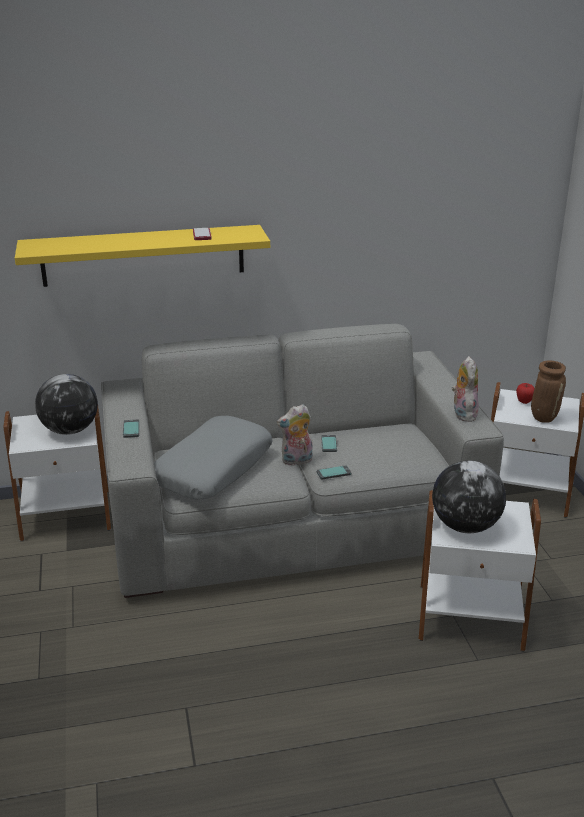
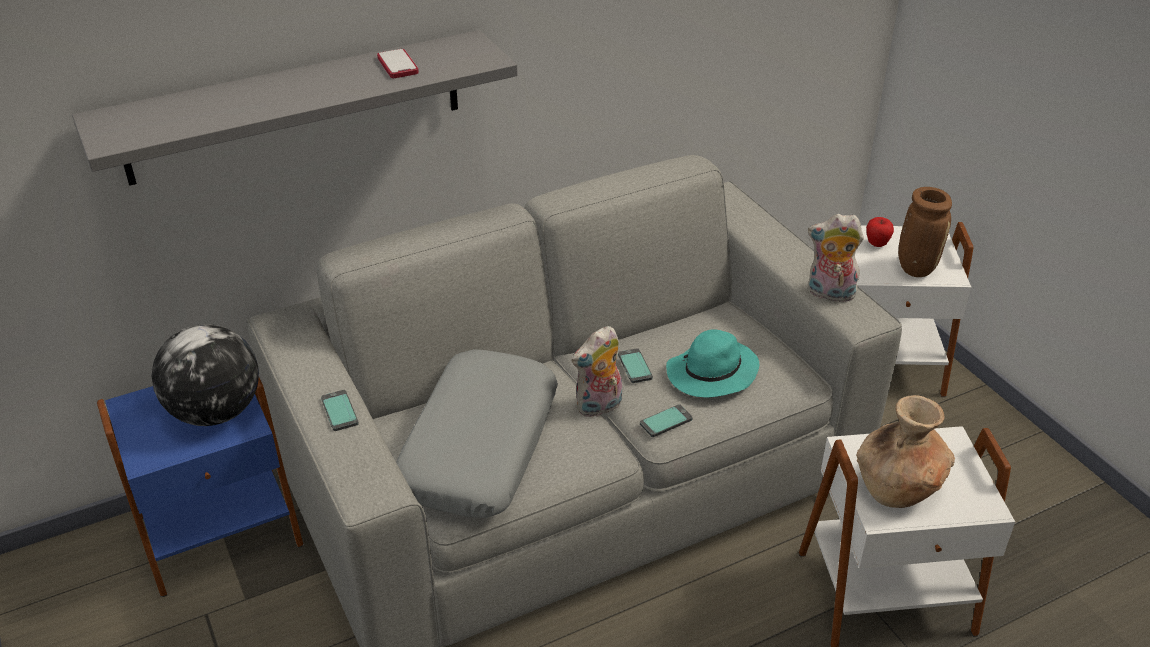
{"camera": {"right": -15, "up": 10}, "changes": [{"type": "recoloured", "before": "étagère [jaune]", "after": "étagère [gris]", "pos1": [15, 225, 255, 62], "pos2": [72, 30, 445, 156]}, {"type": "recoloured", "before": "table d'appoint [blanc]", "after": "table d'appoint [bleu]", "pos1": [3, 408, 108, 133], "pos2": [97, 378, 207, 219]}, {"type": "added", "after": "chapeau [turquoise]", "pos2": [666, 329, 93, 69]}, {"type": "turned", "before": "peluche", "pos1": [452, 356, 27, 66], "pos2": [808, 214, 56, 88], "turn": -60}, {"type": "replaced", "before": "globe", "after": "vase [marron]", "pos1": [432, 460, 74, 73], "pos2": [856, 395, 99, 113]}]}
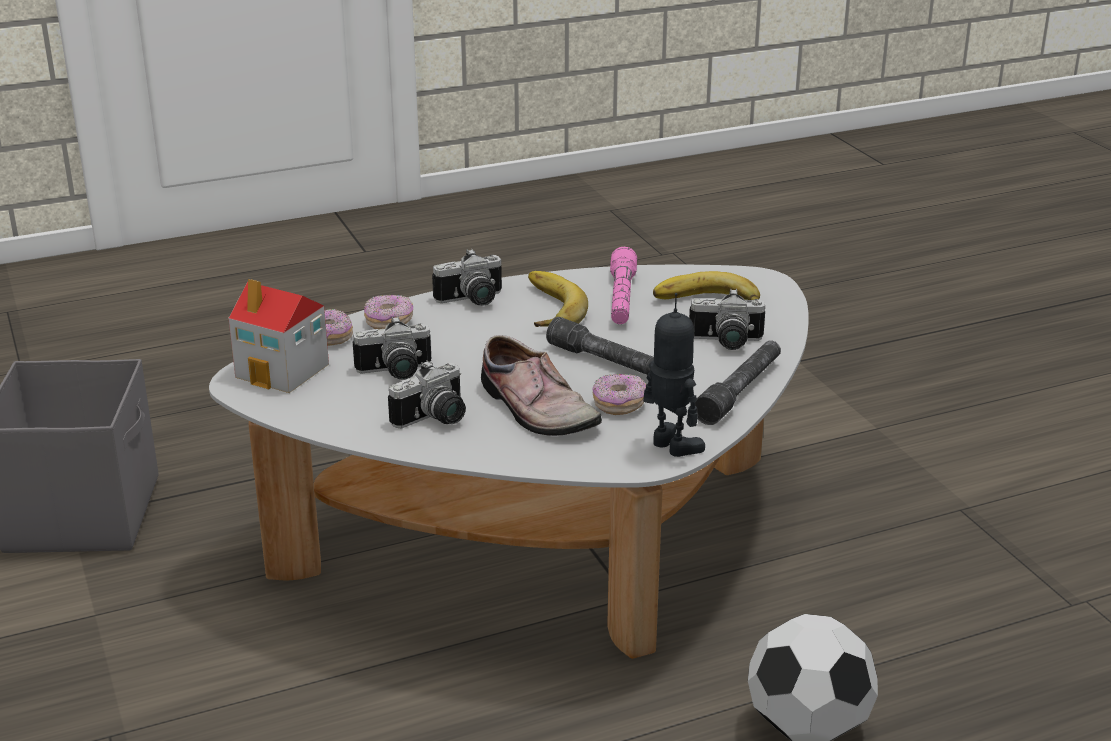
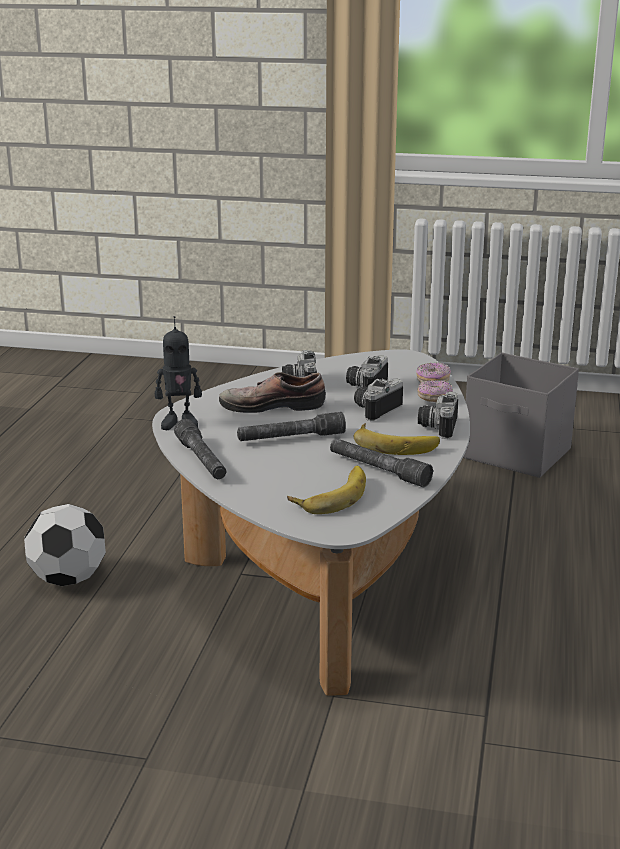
{"camera": {"right": 125, "up": -5}, "changes": [{"type": "recoloured", "before": "lampe de poche [rose]", "after": "lampe de poche [gris]", "pos1": [610, 247, 27, 77], "pos2": [330, 438, 103, 49]}, {"type": "moved", "before": "appareil photo", "pos1": [689, 289, 76, 61], "pos2": [354, 378, 49, 43]}, {"type": "removed", "before": "maison miniature", "pos1": [228, 279, 101, 114]}, {"type": "removed", "before": "beignet", "pos1": [593, 374, 53, 41]}]}
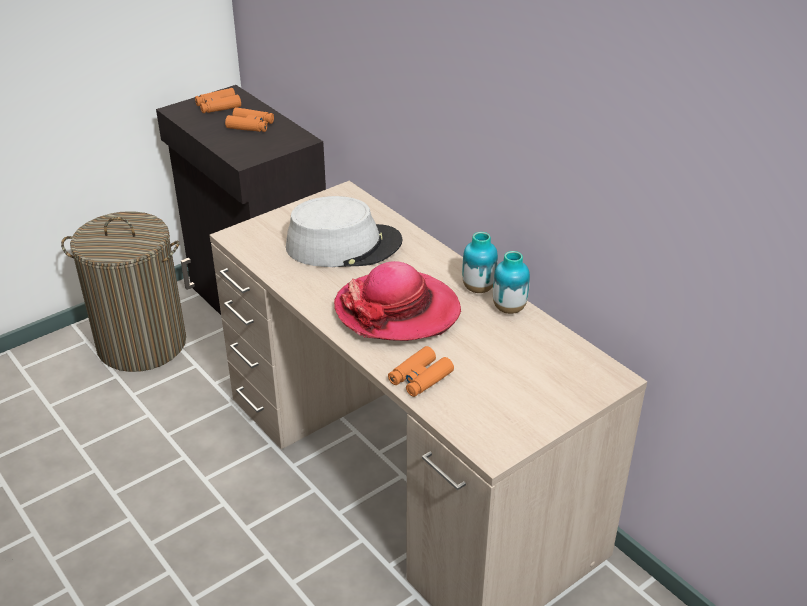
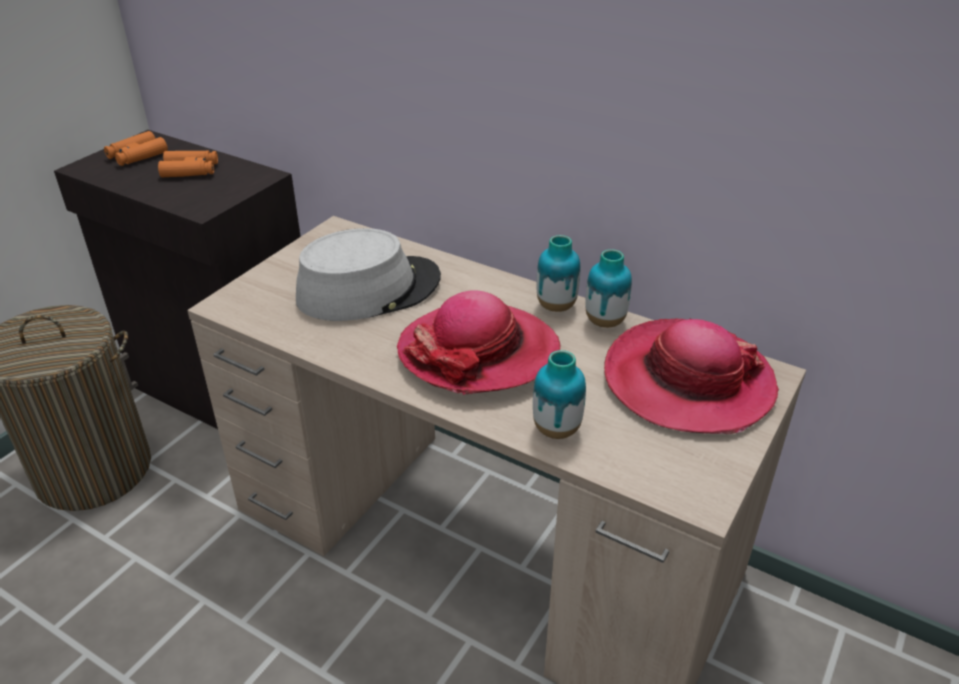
{"camera": {"right": -20, "up": 0}, "changes": [{"type": "replaced", "before": "jumelles [orange]", "after": "vase", "pos1": [388, 346, 66, 51], "pos2": [533, 350, 53, 89]}, {"type": "added", "after": "chapeau", "pos2": [604, 319, 175, 115]}]}
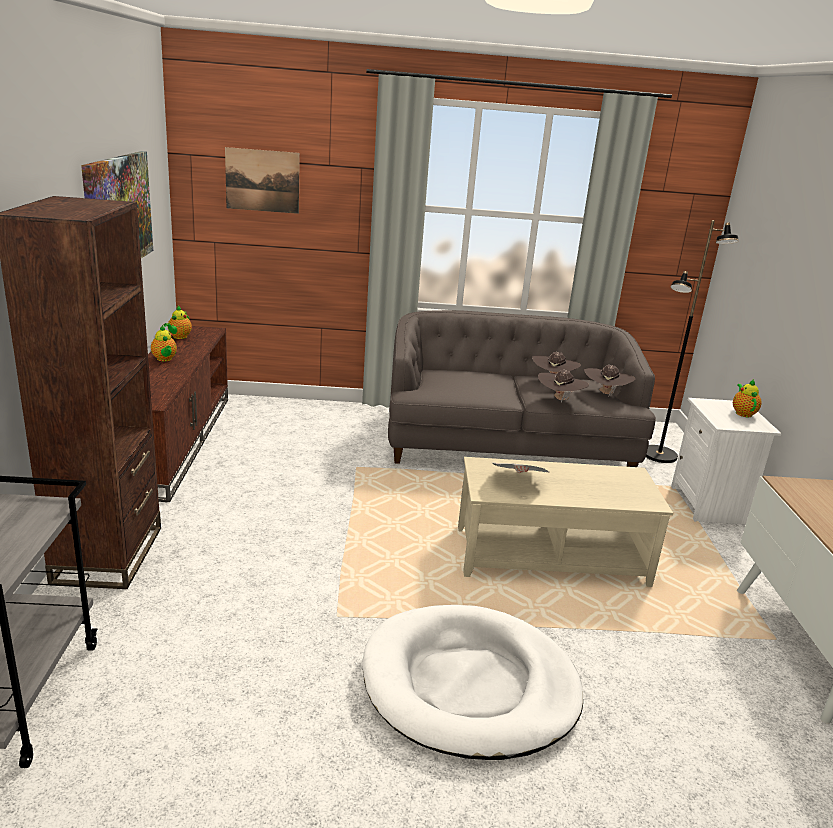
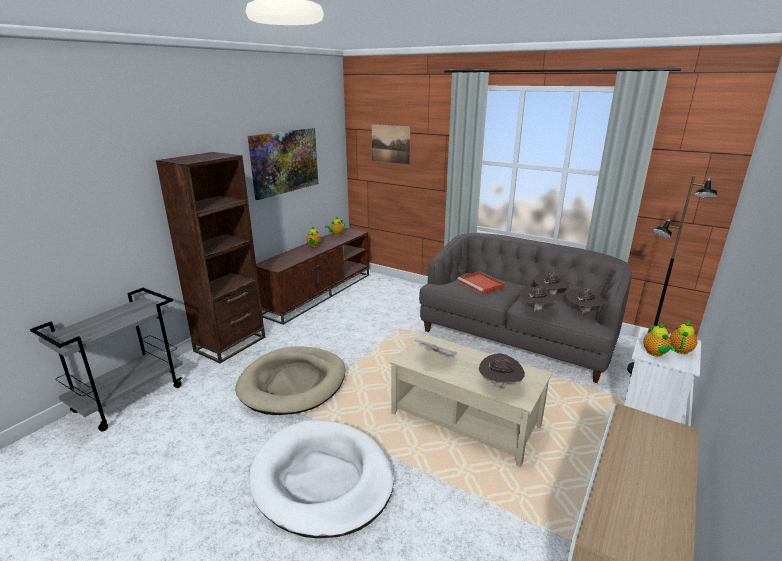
{"camera": {"right": 35, "up": 0}, "changes": [{"type": "added", "after": "panier pour chien [beige]", "pos2": [235, 346, 110, 69]}, {"type": "added", "after": "plateau [rouge]", "pos2": [457, 271, 48, 24]}, {"type": "added", "after": "chapeau [marron]", "pos2": [479, 353, 46, 35]}, {"type": "added", "after": "théière", "pos2": [643, 323, 33, 34]}]}
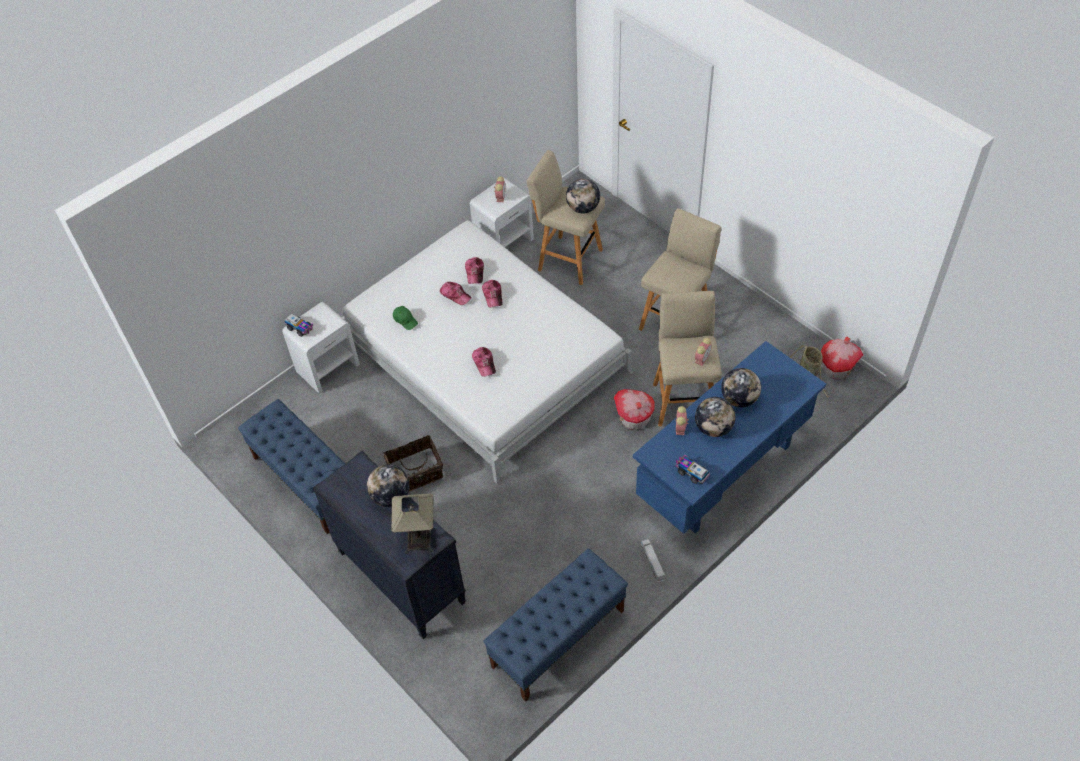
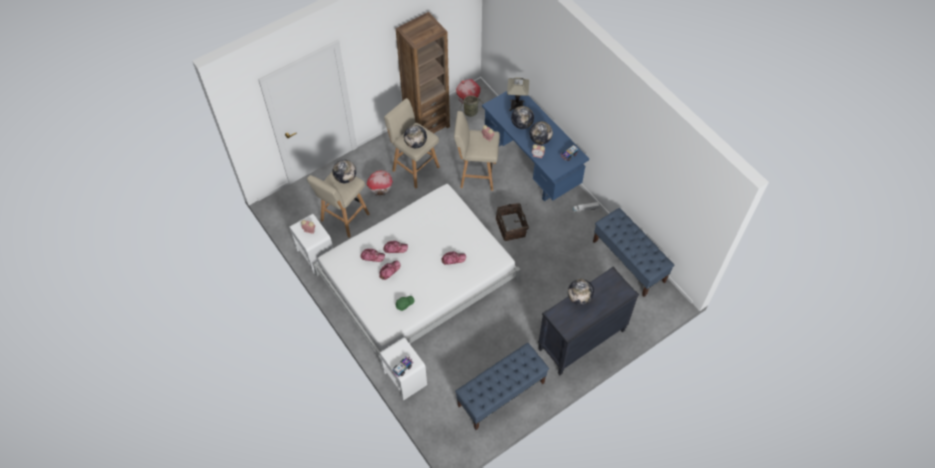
{"camera": {"right": -85, "up": 5}, "changes": [{"type": "moved", "before": "maison miniature", "pos1": [614, 389, 41, 41], "pos2": [367, 171, 26, 25]}, {"type": "added", "after": "bibliothèque [marron]", "pos2": [396, 12, 54, 121]}, {"type": "added", "after": "globe", "pos2": [404, 125, 23, 23]}, {"type": "moved", "before": "panier", "pos1": [384, 435, 59, 56], "pos2": [496, 203, 33, 38]}, {"type": "moved", "before": "lampe de table", "pos1": [391, 493, 42, 61], "pos2": [507, 78, 22, 33]}]}
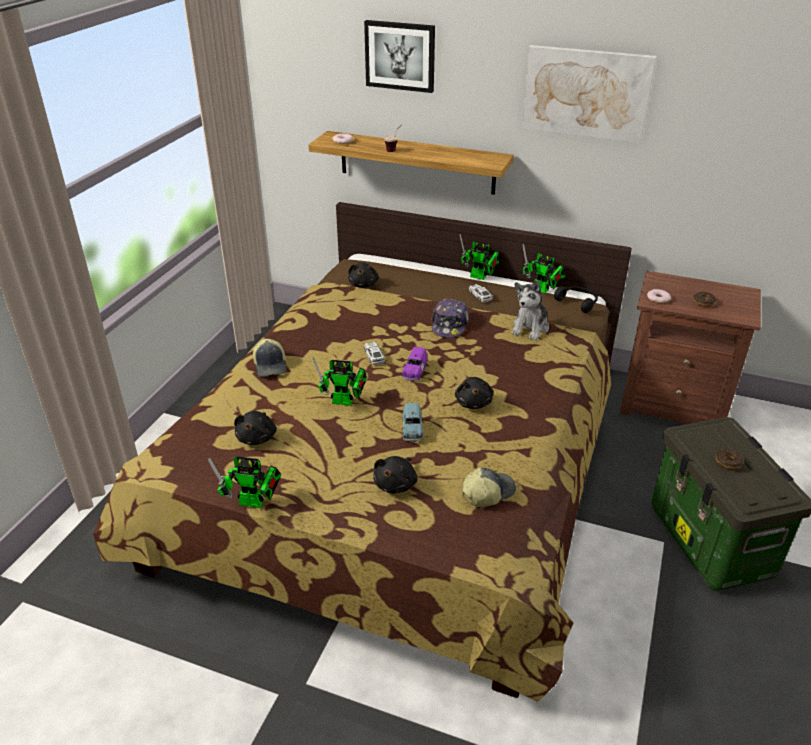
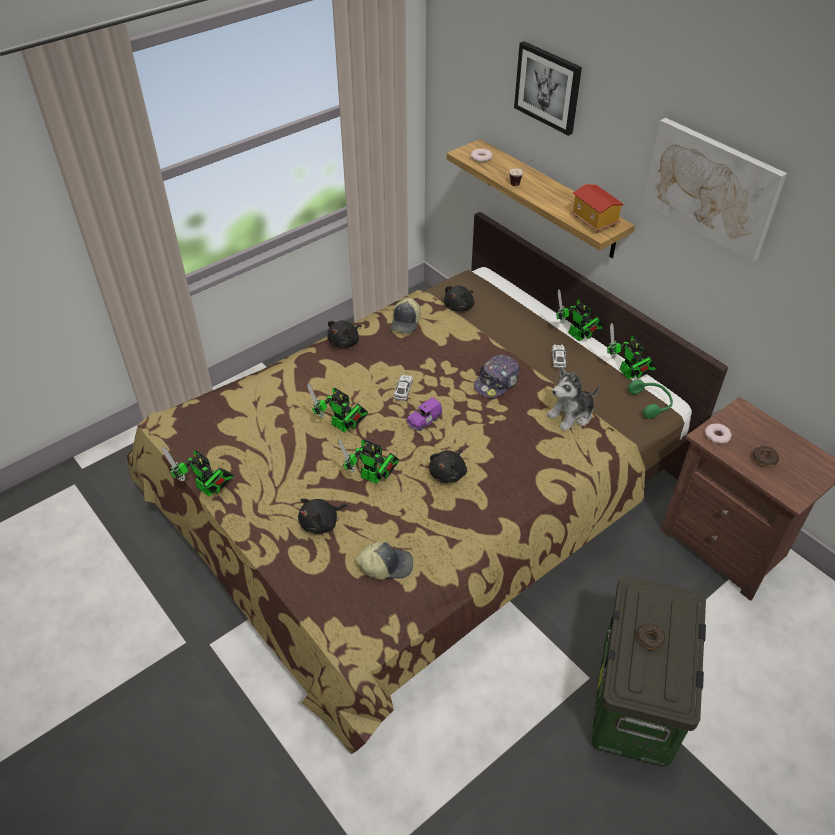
{"camera": {"right": 30, "up": 10}, "changes": [{"type": "moved", "before": "peluche [noir]", "pos1": [234, 411, 43, 34], "pos2": [327, 320, 34, 28]}, {"type": "replaced", "before": "petite voiture [bleu]", "after": "robot jouet", "pos1": [402, 403, 22, 39], "pos2": [338, 439, 62, 45]}, {"type": "moved", "before": "casquette", "pos1": [253, 339, 33, 38], "pos2": [390, 298, 31, 36]}, {"type": "added", "after": "maison miniature", "pos2": [571, 184, 53, 49]}, {"type": "recoloured", "before": "casque audio [noir]", "after": "casque audio [vert]", "pos1": [554, 286, 44, 27], "pos2": [628, 380, 45, 39]}]}
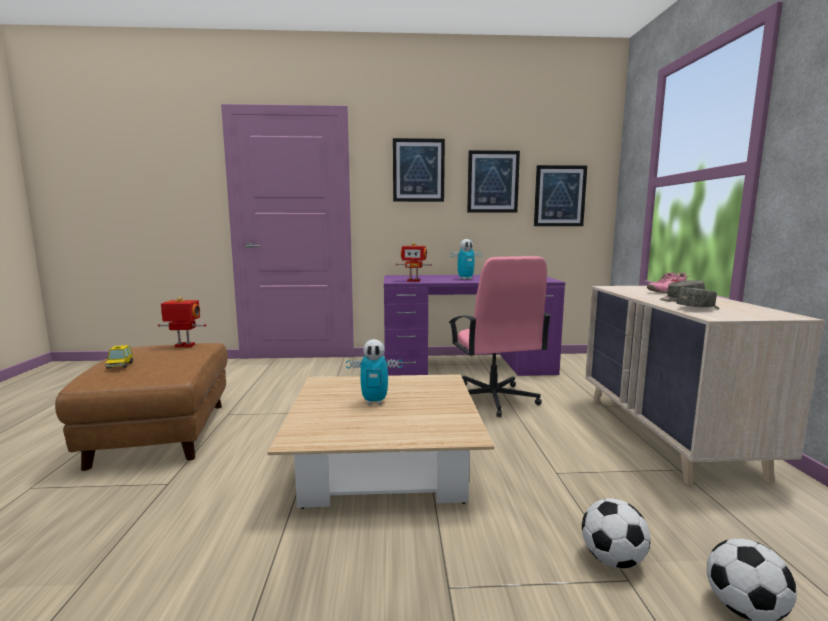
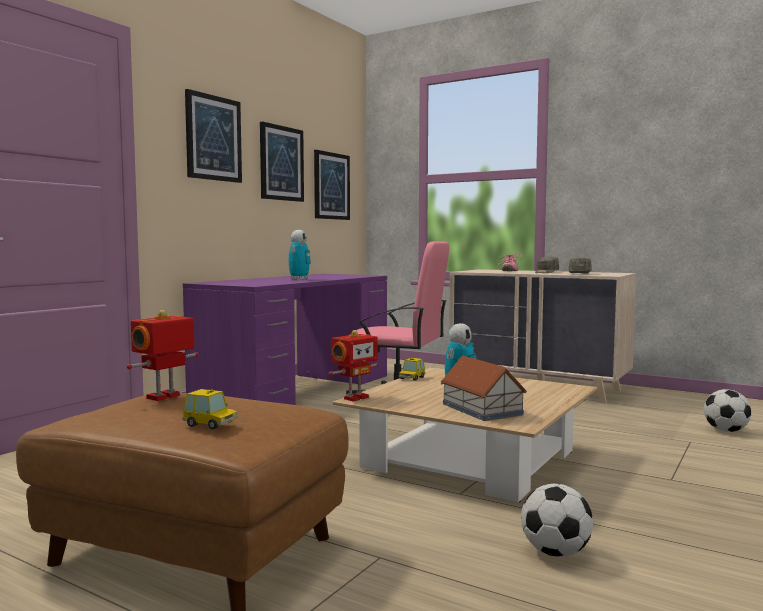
{"camera": {"right": -55, "up": -5}, "changes": [{"type": "moved", "before": "robot jouet", "pos1": [396, 242, 36, 40], "pos2": [329, 330, 49, 71]}, {"type": "added", "after": "petite voiture", "pos2": [399, 358, 26, 23]}, {"type": "added", "after": "maison miniature", "pos2": [441, 356, 86, 65]}, {"type": "moved", "before": "ballon de foot", "pos1": [582, 498, 68, 70], "pos2": [521, 484, 72, 73]}]}
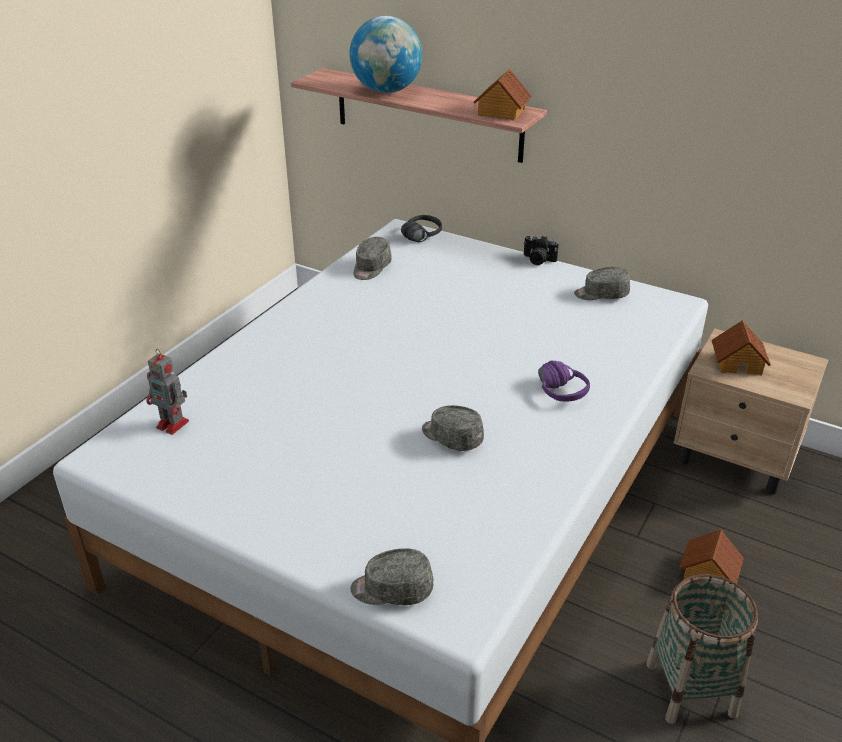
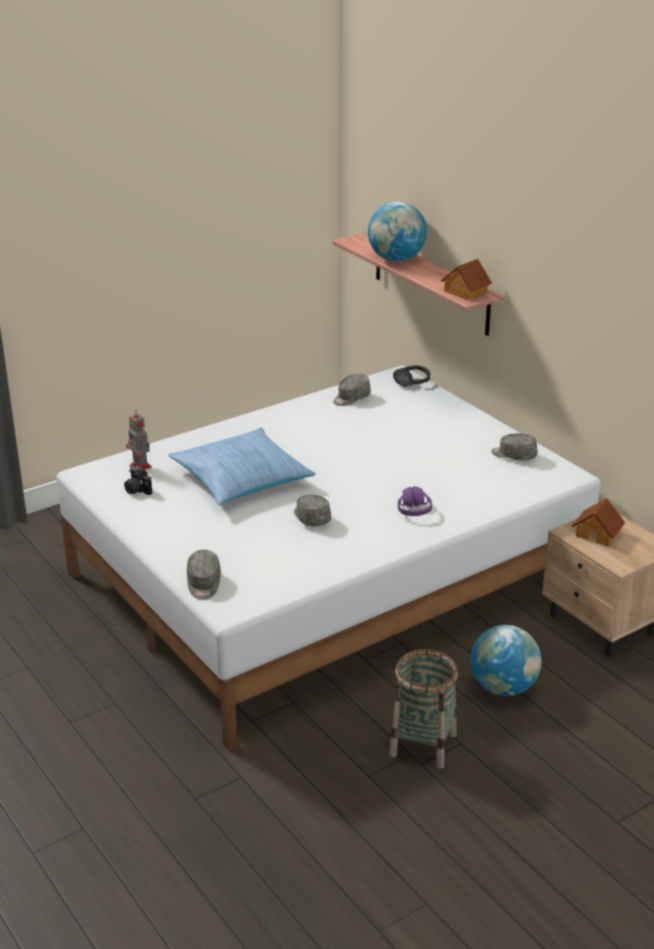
{"camera": {"right": 25, "up": -5}, "changes": [{"type": "moved", "before": "appareil photo", "pos1": [523, 236, 36, 29], "pos2": [124, 466, 28, 29]}, {"type": "added", "after": "coussin", "pos2": [168, 428, 148, 77]}, {"type": "turned", "before": "casquette [gris]", "pos1": [350, 548, 84, 57], "pos2": [187, 550, 34, 50], "turn": -120}, {"type": "replaced", "before": "maison miniature", "after": "globe", "pos1": [679, 529, 65, 54], "pos2": [470, 625, 72, 71]}]}
